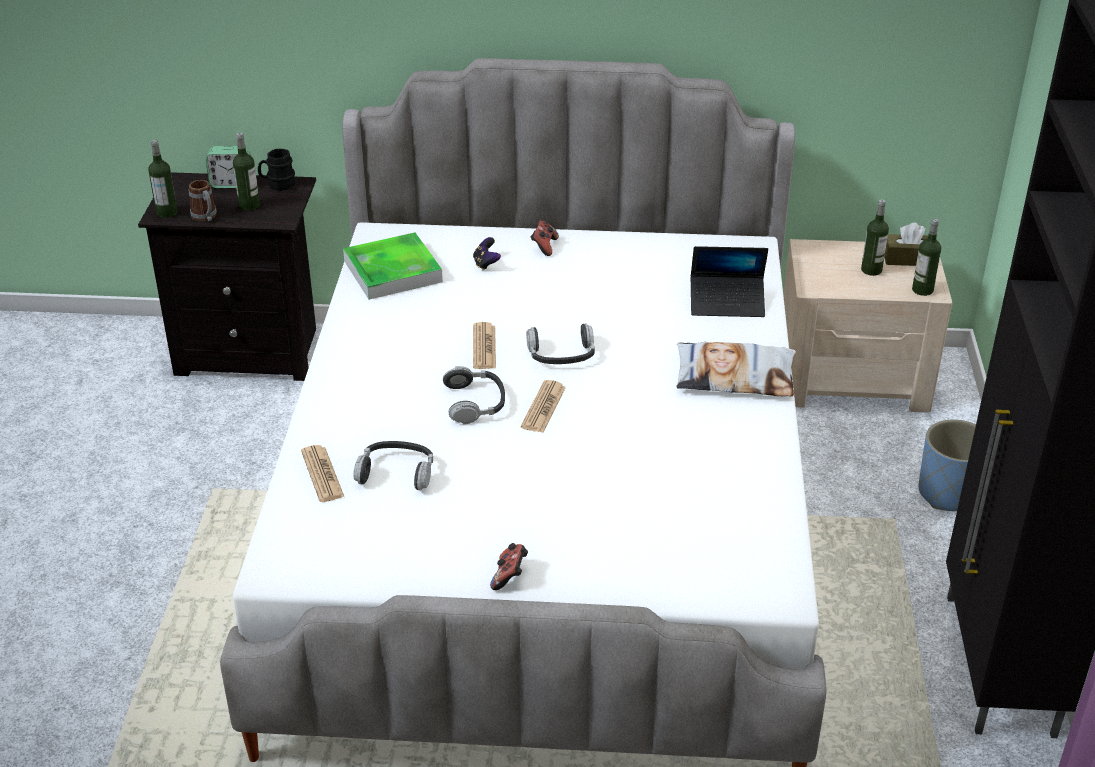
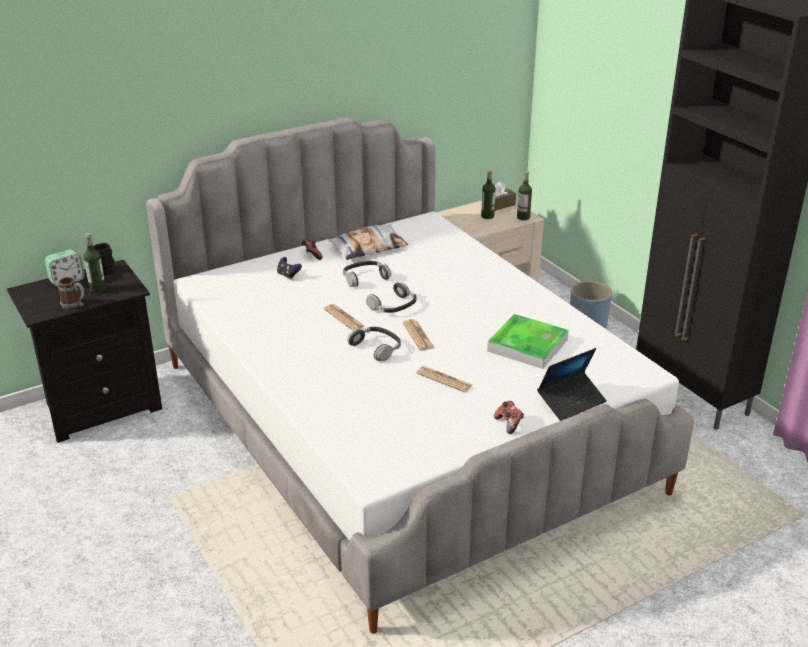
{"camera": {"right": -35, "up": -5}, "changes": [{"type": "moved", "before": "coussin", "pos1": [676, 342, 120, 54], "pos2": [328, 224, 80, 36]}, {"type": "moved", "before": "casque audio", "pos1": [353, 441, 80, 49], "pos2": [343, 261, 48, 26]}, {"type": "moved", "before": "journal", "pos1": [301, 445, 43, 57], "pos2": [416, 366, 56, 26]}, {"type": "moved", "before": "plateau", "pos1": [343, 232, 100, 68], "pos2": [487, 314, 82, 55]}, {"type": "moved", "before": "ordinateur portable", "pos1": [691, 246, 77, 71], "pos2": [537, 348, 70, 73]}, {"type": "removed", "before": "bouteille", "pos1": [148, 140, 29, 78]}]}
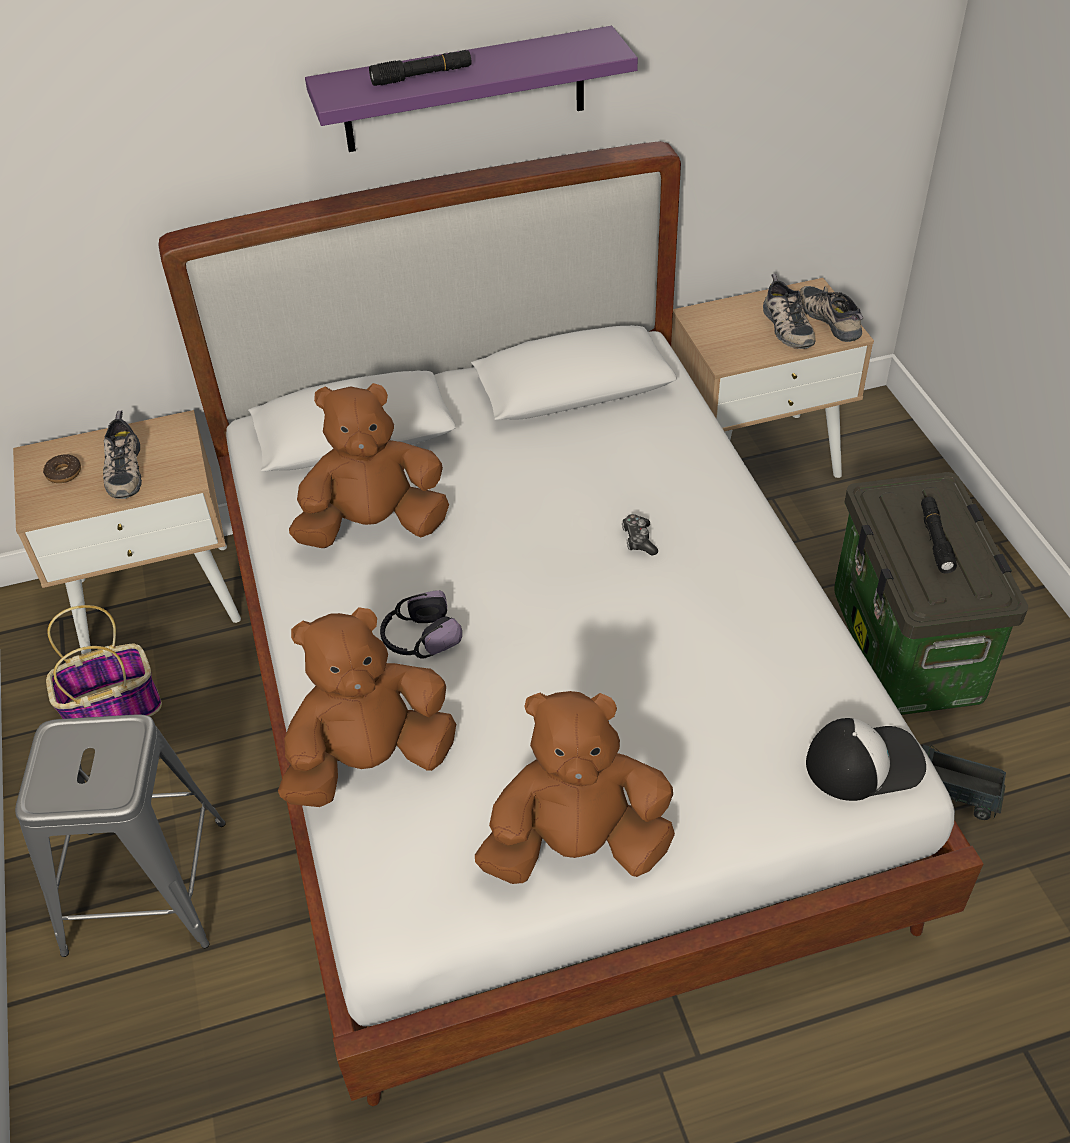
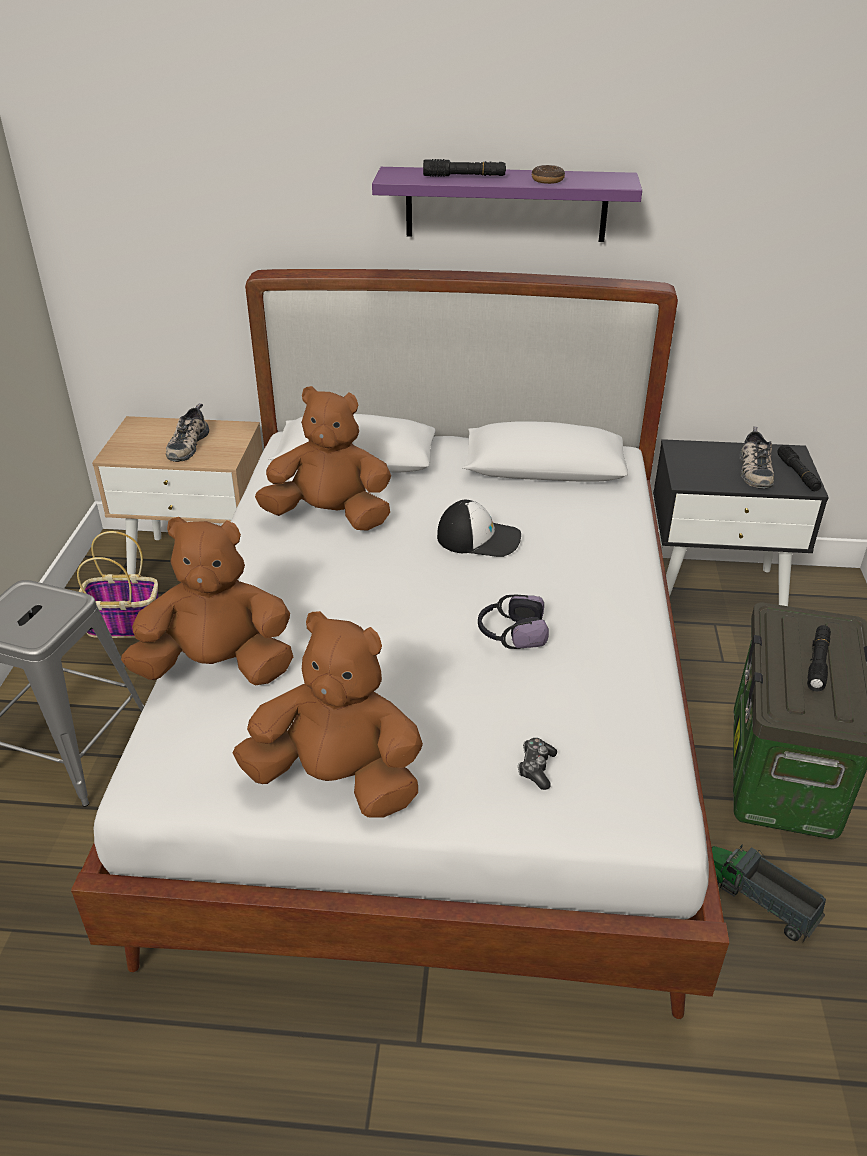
{"camera": {"right": 20, "up": -10}, "changes": [{"type": "moved", "before": "casquette", "pos1": [806, 718, 120, 83], "pos2": [437, 500, 84, 57]}, {"type": "moved", "before": "casque audio", "pos1": [380, 590, 82, 69], "pos2": [478, 594, 71, 55]}, {"type": "moved", "before": "manette", "pos1": [622, 514, 36, 42], "pos2": [518, 738, 39, 52]}, {"type": "moved", "before": "beignet", "pos1": [43, 454, 38, 29], "pos2": [532, 165, 33, 19]}, {"type": "recoloured", "before": "table de chevet [beige]", "after": "table de chevet [noir]", "pos1": [671, 278, 203, 200], "pos2": [653, 439, 176, 167]}, {"type": "replaced", "before": "chaussure", "after": "lampe de poche [noir]", "pos1": [800, 286, 64, 56], "pos2": [777, 445, 45, 46]}]}
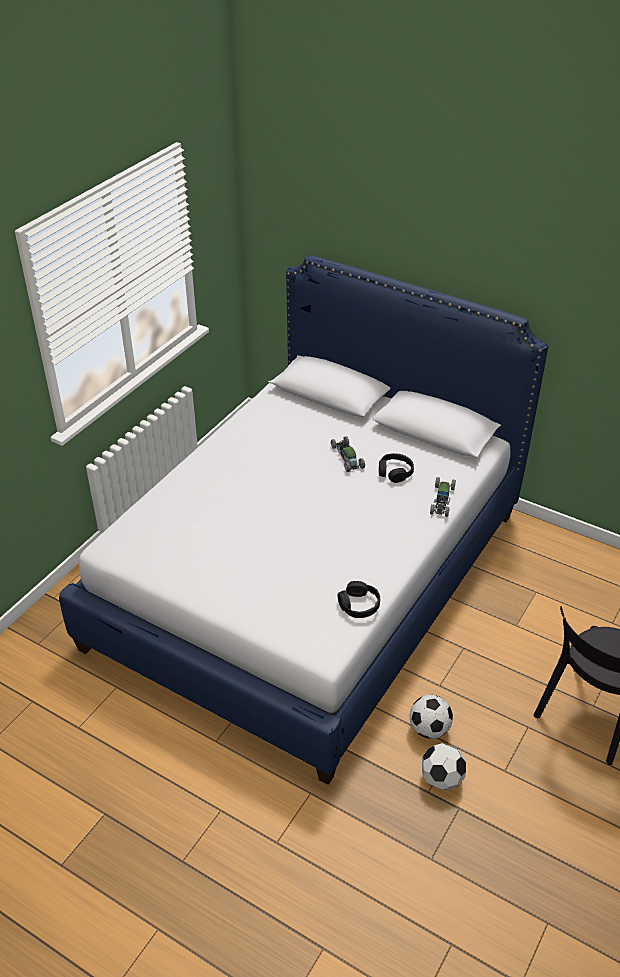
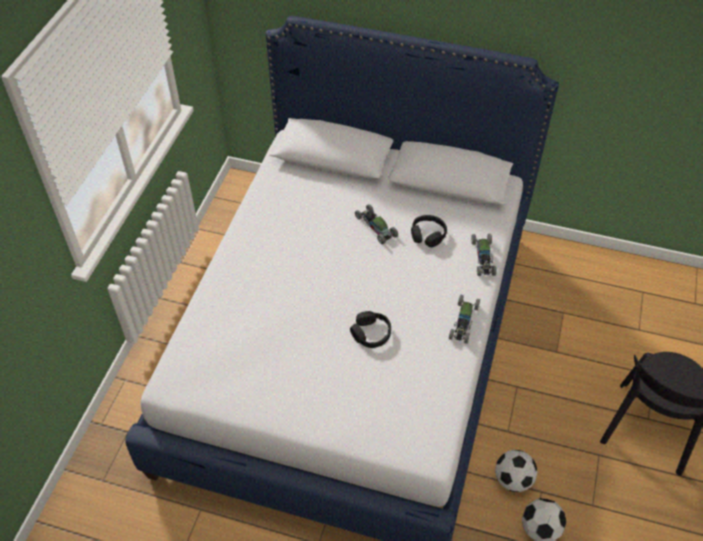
{"camera": {"right": -15, "up": 10}, "changes": [{"type": "moved", "before": "casque audio [noir]", "pos1": [338, 581, 42, 37], "pos2": [350, 311, 41, 37]}, {"type": "added", "after": "petite voiture", "pos2": [449, 295, 31, 49]}]}
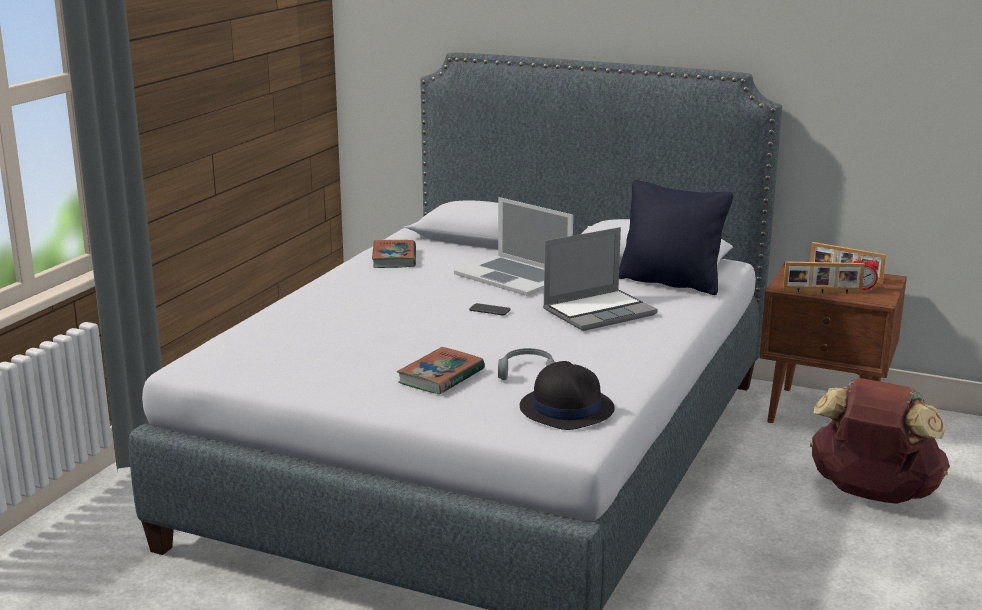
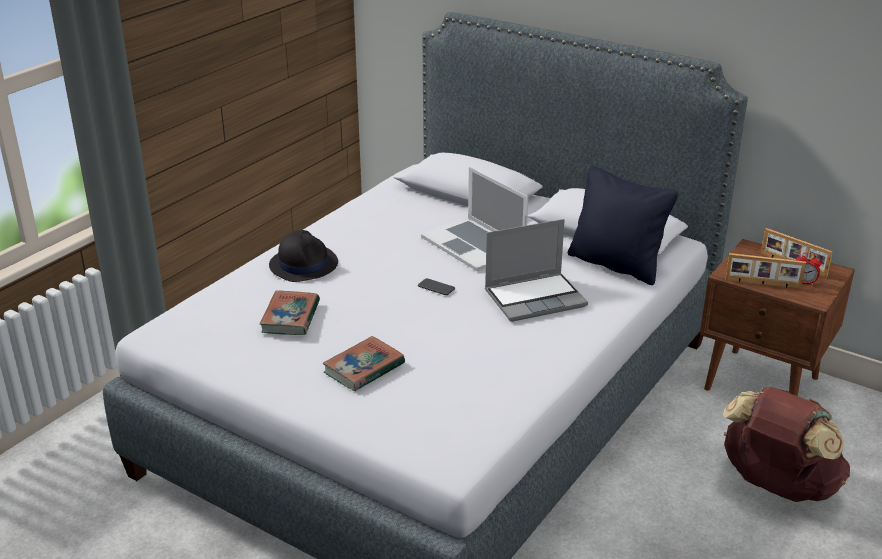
{"camera": {"right": 10, "up": 10}, "changes": [{"type": "moved", "before": "livre", "pos1": [372, 240, 44, 28], "pos2": [260, 290, 60, 45]}, {"type": "moved", "before": "chapeau [noir]", "pos1": [520, 361, 95, 69], "pos2": [269, 230, 69, 52]}, {"type": "removed", "before": "casque audio [gris]", "pos1": [498, 348, 57, 32]}]}
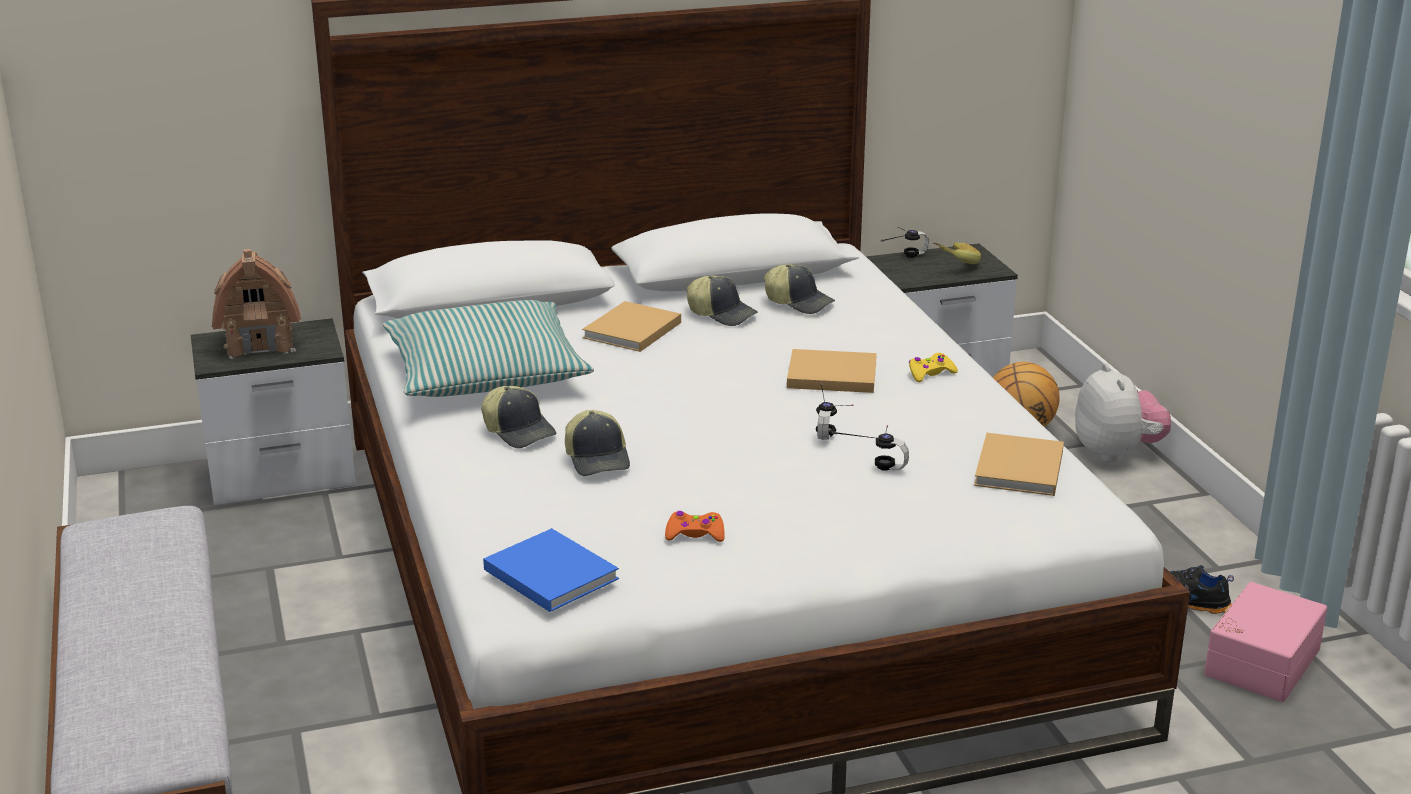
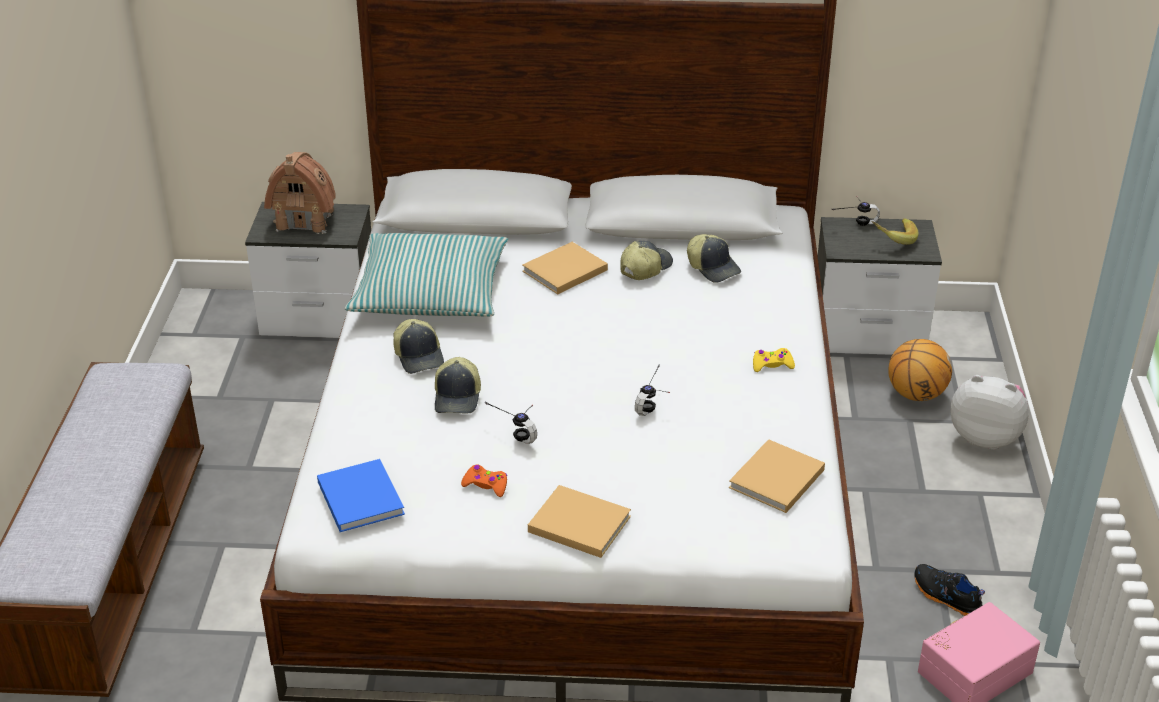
{"camera": {"right": 20, "up": 10}, "changes": [{"type": "moved", "before": "casque audio", "pos1": [832, 425, 77, 46], "pos2": [485, 402, 52, 42]}, {"type": "moved", "before": "livre [beige]", "pos1": [787, 349, 90, 44], "pos2": [528, 485, 103, 73]}, {"type": "turned", "before": "casquette", "pos1": [687, 275, 71, 51], "pos2": [620, 241, 53, 39], "turn": -105}, {"type": "turned", "before": "peluche", "pos1": [1075, 363, 96, 99], "pos2": [950, 375, 79, 75], "turn": -75}]}
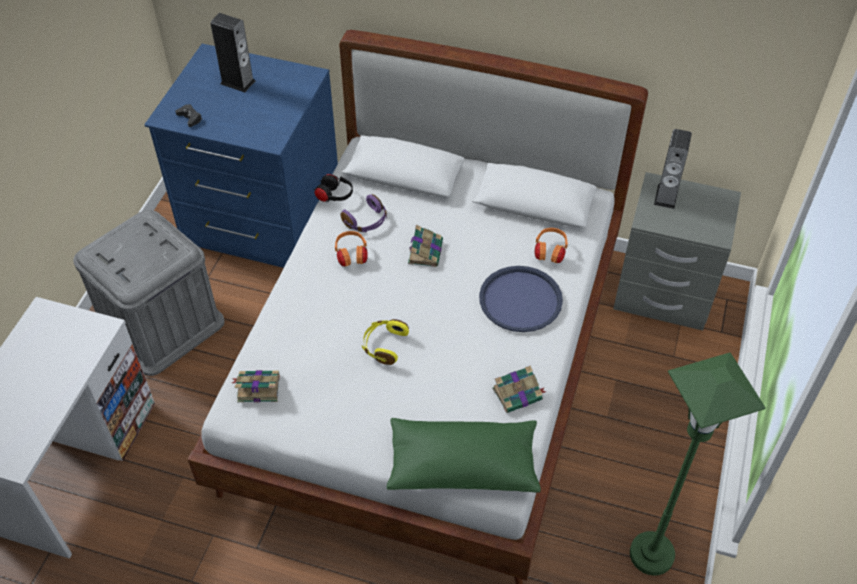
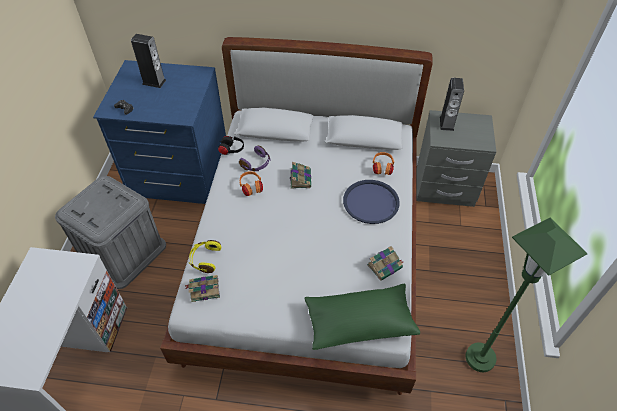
{"camera": {"right": -10, "up": 0}, "changes": [{"type": "moved", "before": "casque audio [jaune]", "pos1": [362, 319, 47, 46], "pos2": [189, 240, 32, 33]}]}
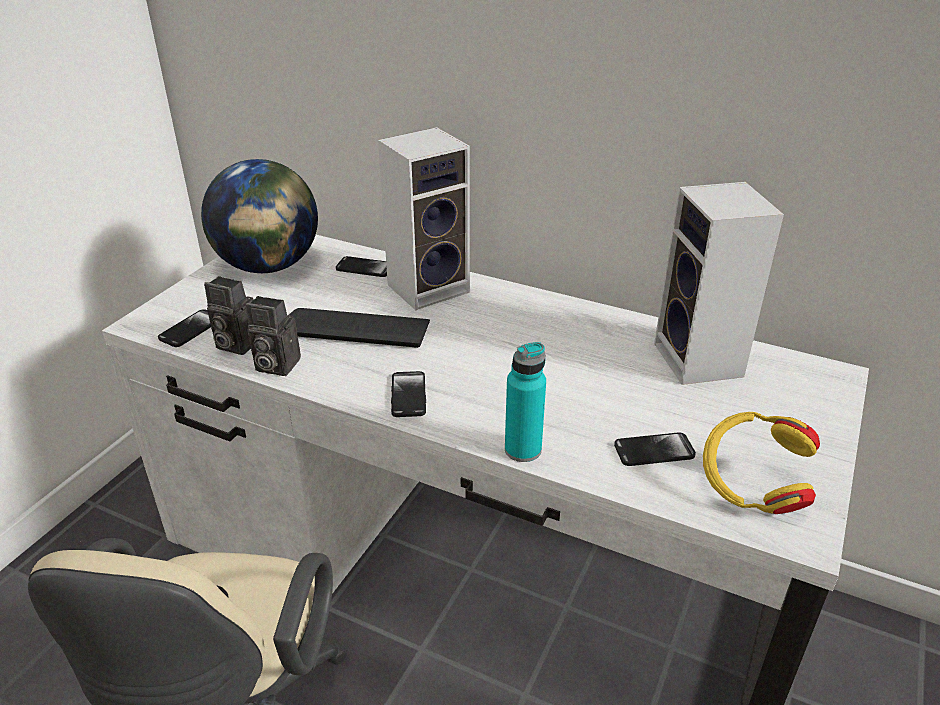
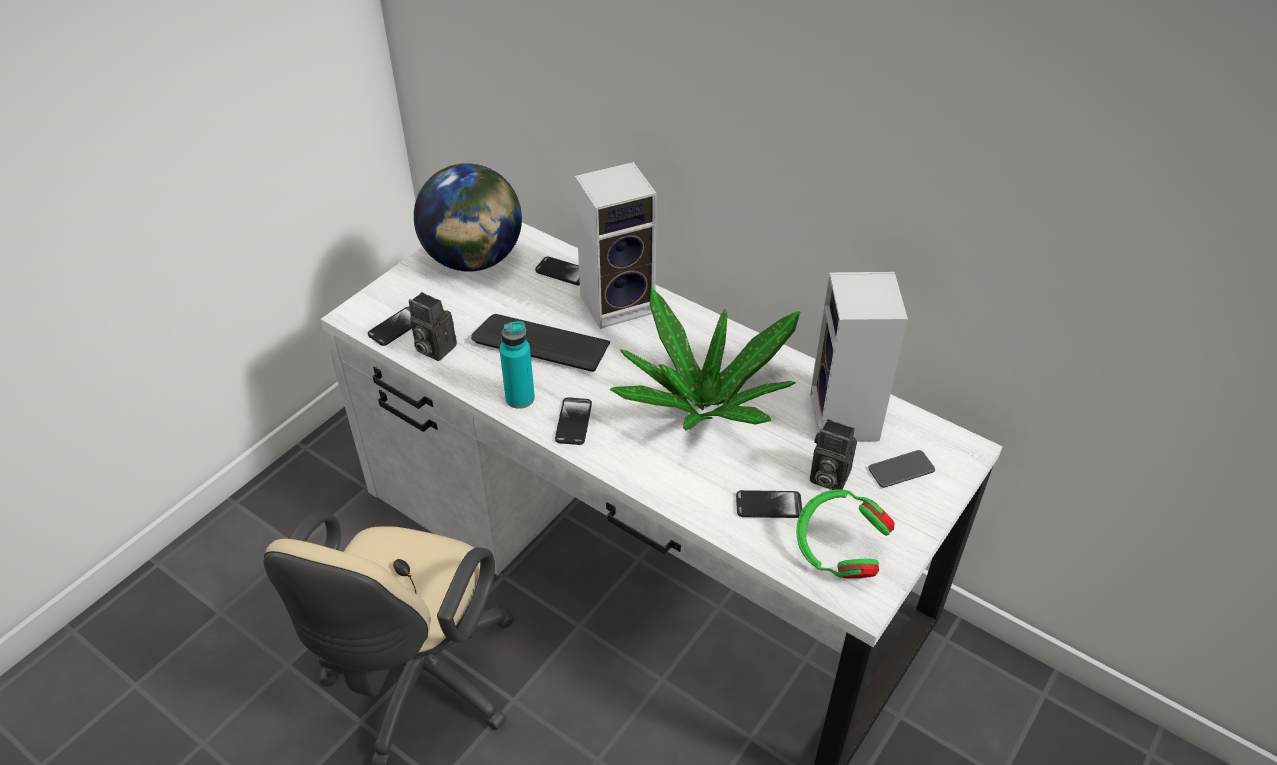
{"camera": {"right": 10, "up": 10}, "changes": [{"type": "moved", "before": "bouteille [turquoise]", "pos1": [505, 342, 41, 120], "pos2": [499, 321, 36, 88]}, {"type": "added", "after": "plante en pot", "pos2": [609, 287, 191, 143]}, {"type": "recoloured", "before": "casque audio [jaune]", "after": "casque audio [vert]", "pos1": [703, 412, 117, 102], "pos2": [796, 489, 99, 89]}, {"type": "moved", "before": "appareil photo", "pos1": [245, 296, 56, 80], "pos2": [810, 419, 47, 71]}, {"type": "added", "after": "téléphone", "pos2": [868, 450, 67, 38]}]}
